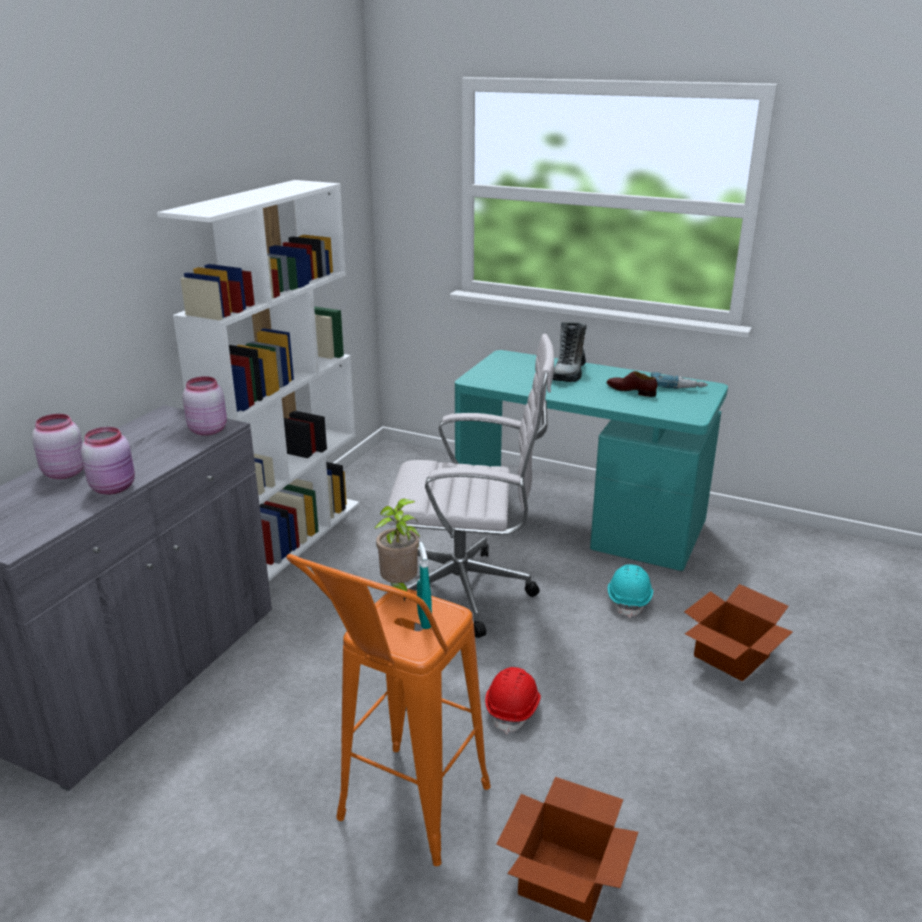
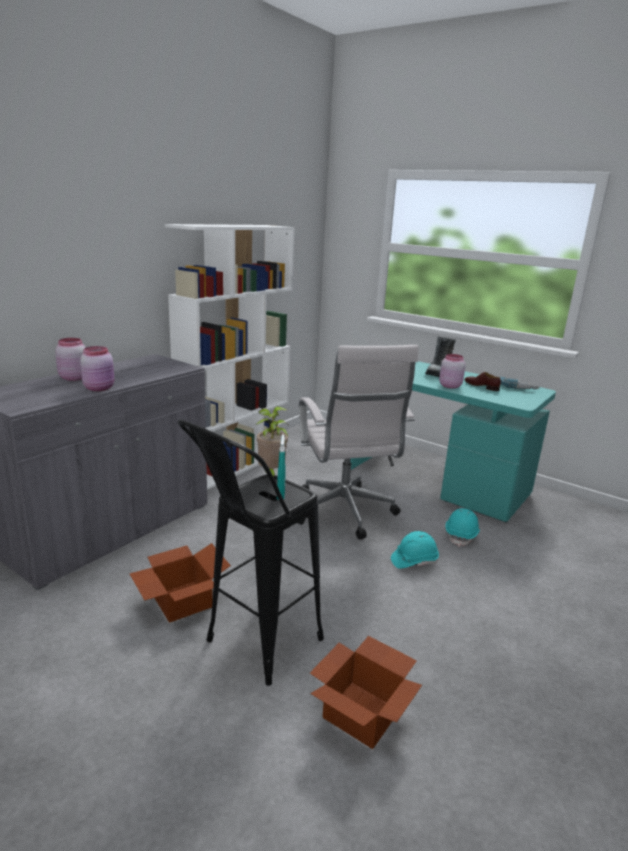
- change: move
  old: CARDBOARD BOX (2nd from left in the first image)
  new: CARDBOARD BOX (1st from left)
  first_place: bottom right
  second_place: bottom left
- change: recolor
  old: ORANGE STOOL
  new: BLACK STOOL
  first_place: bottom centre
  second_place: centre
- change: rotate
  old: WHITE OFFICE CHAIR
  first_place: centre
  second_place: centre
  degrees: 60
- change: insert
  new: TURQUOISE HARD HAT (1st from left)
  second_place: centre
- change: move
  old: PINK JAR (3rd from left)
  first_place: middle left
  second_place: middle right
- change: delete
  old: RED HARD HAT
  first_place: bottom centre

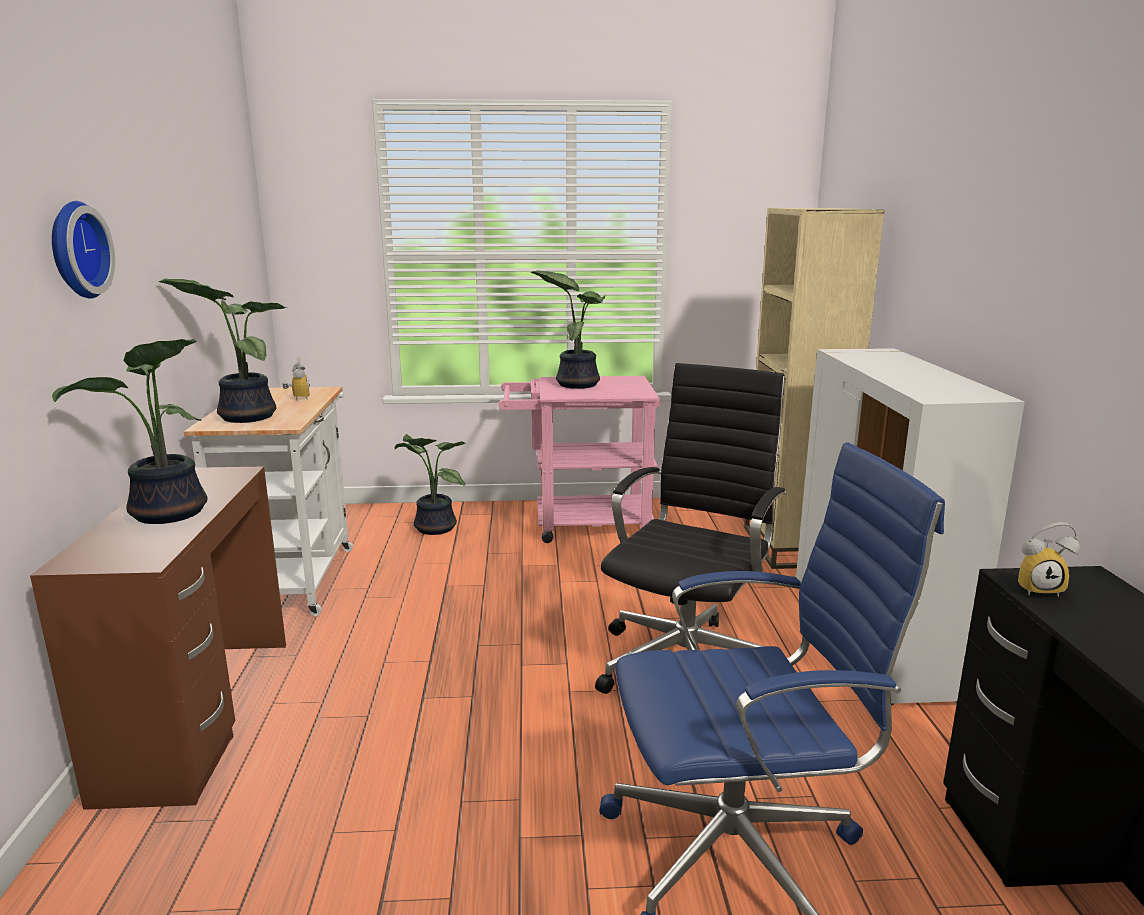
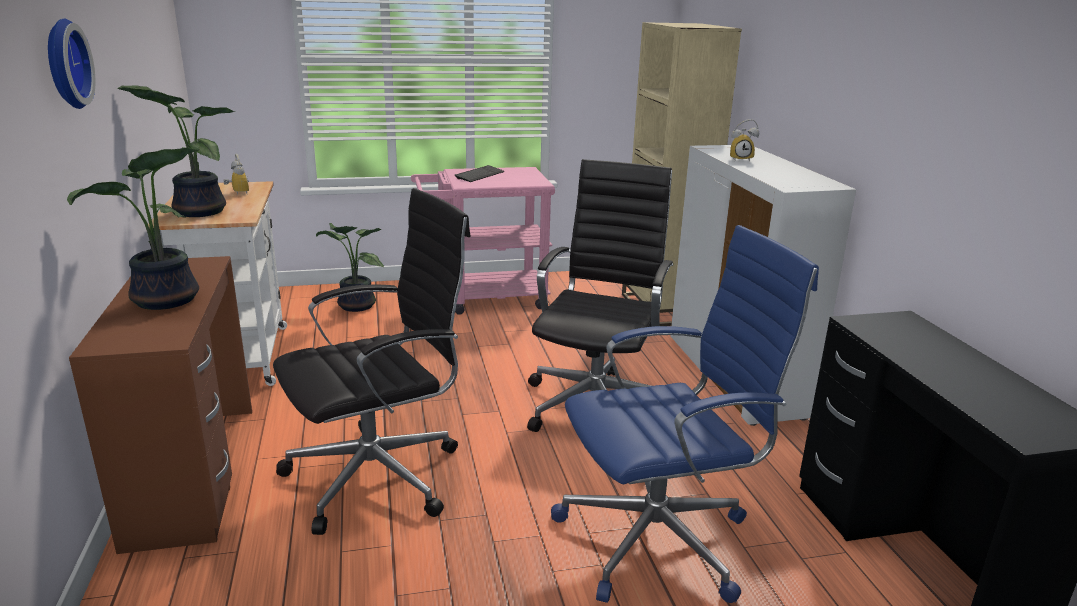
- change: insert
  new: BLACK OFFICE CHAIR (1st from left)
  second_place: centre
- change: replace
  old: POTTED PLANT (4th from left)
  new: KEYBOARD
  first_place: centre
  second_place: top centre
- change: move
  old: ALARM CLOCK (2nd from left)
  first_place: middle right
  second_place: top right

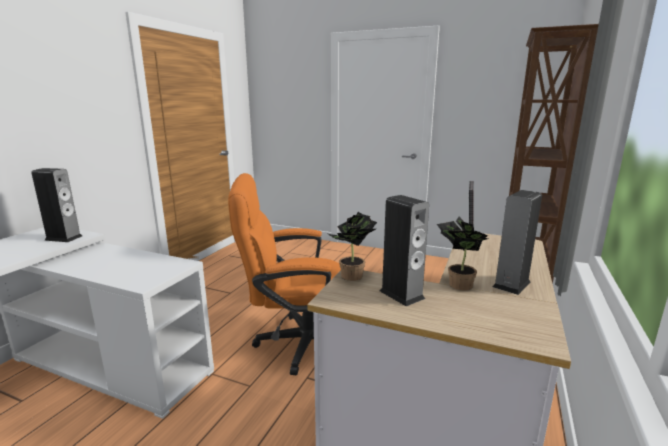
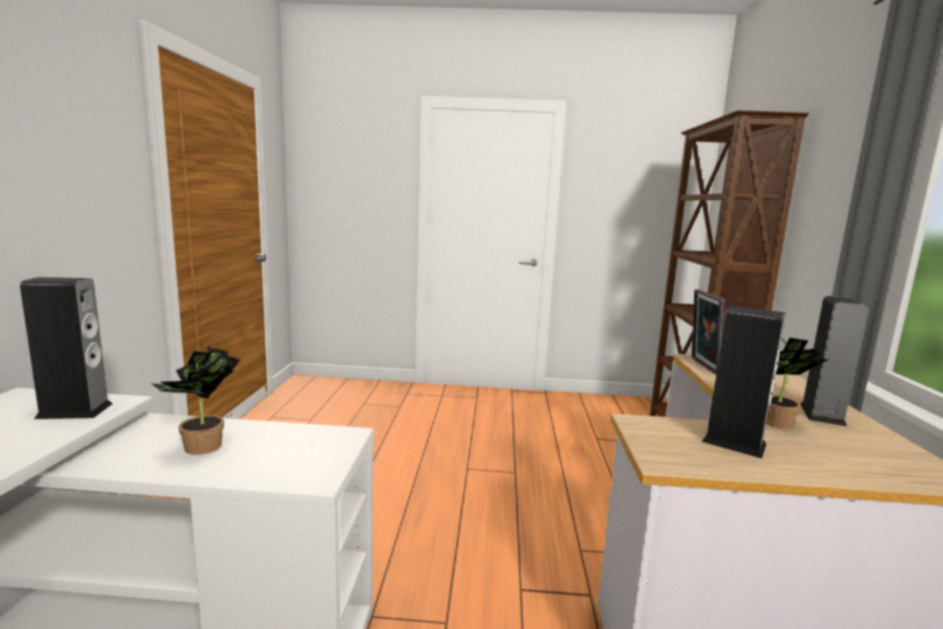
- change: move
  old: POTTED PLANT (1st from left)
  first_place: centre
  second_place: middle left
- change: delete
  old: ORANGE OFFICE CHAIR
  first_place: centre

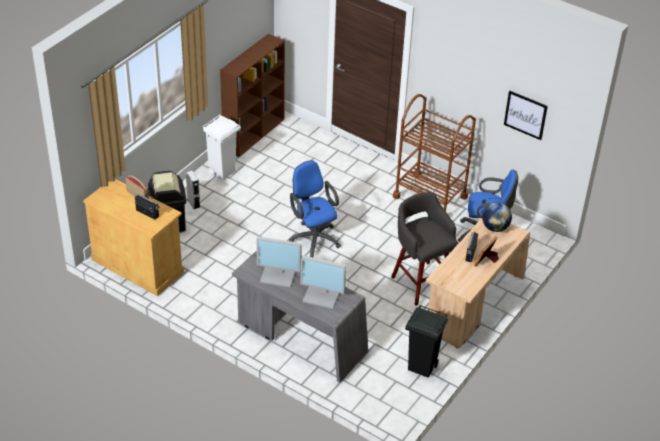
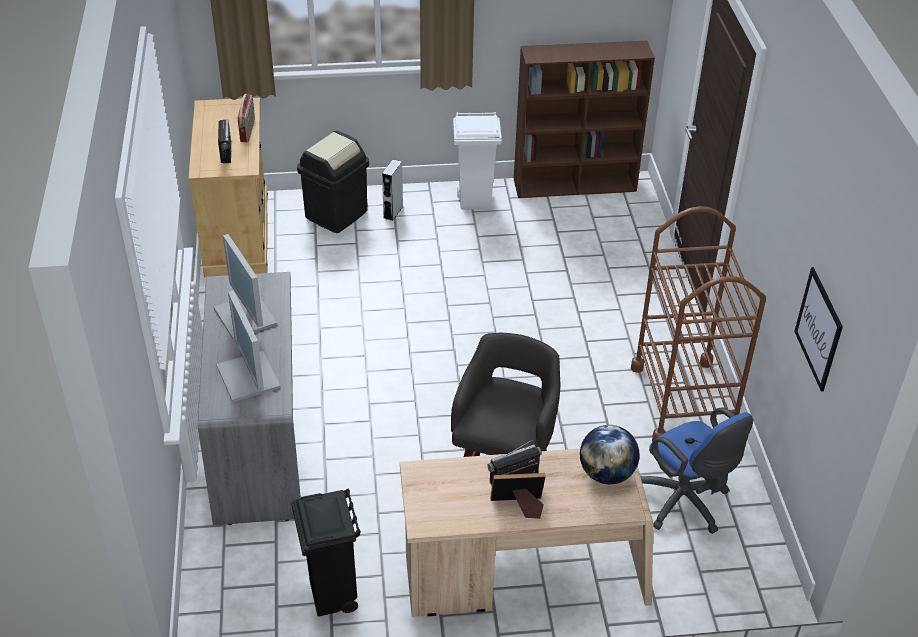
- change: delete
  old: BLUE OFFICE CHAIR (1st from left)
  first_place: centre

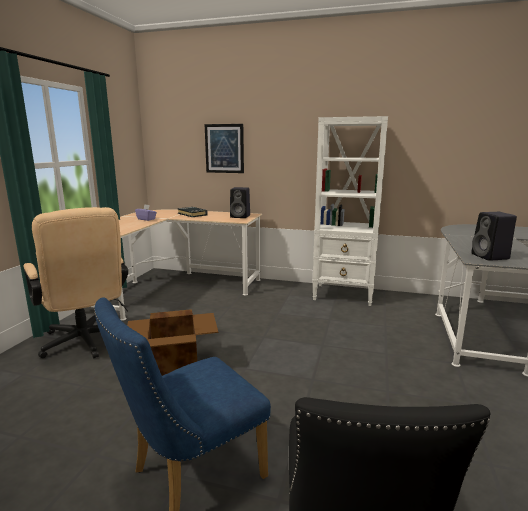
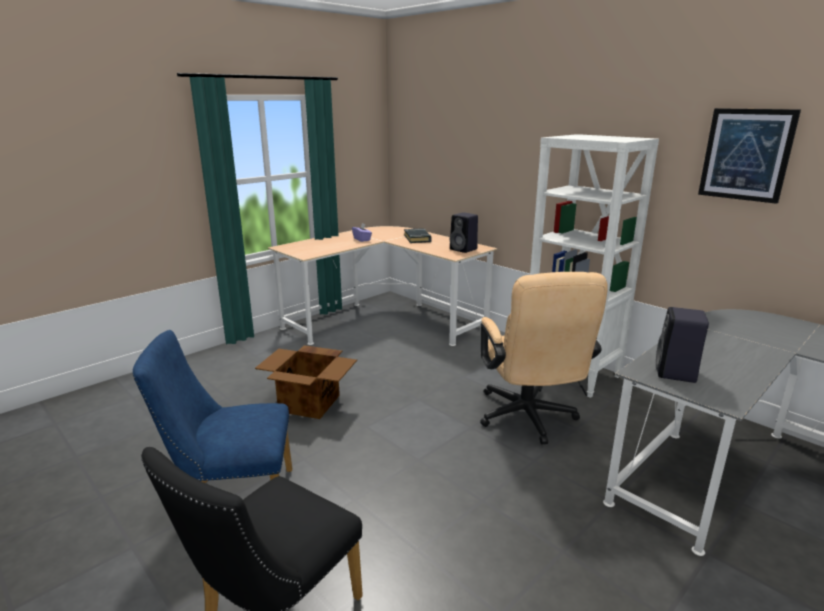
- change: move
  old: BEIGE OFFICE CHAIR
  first_place: middle left
  second_place: centre
- change: move
  old: PICTURE
  first_place: top centre
  second_place: top right

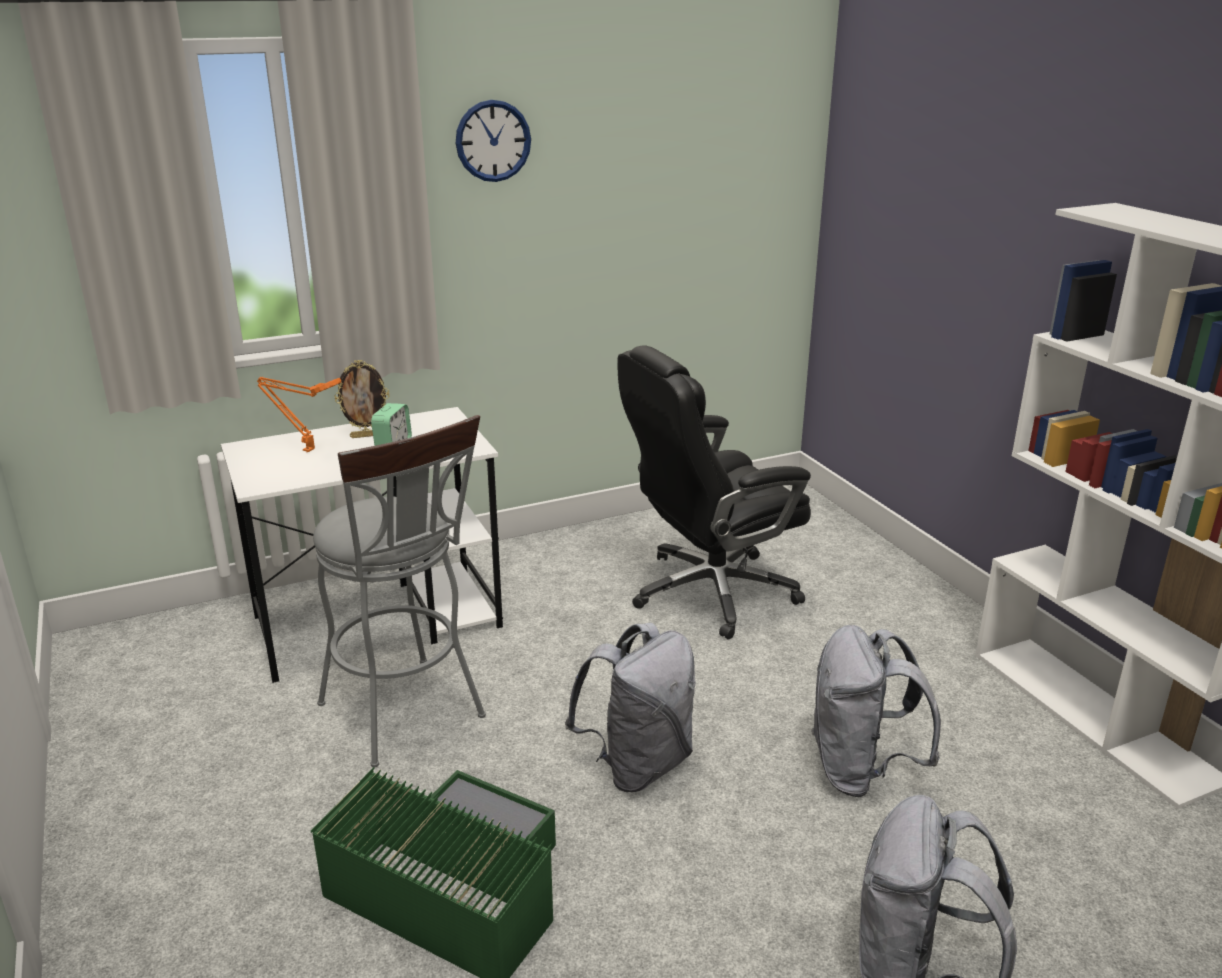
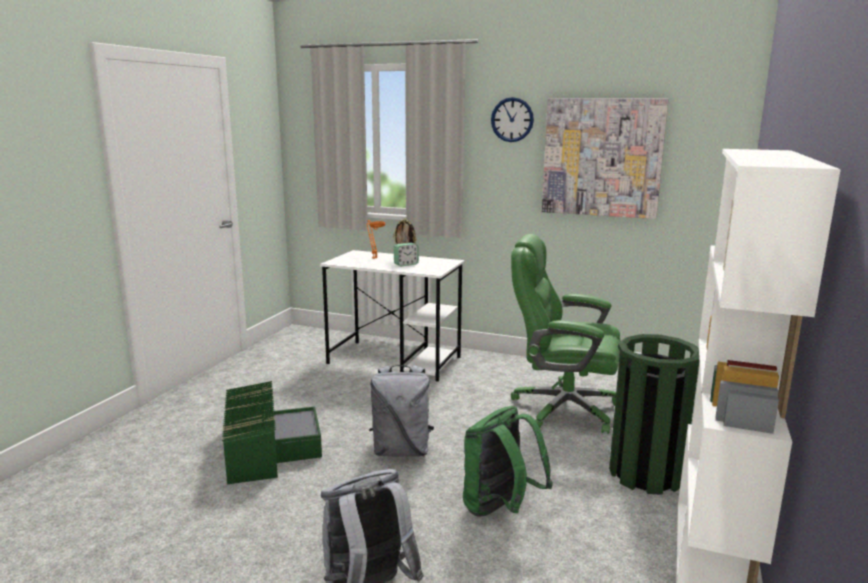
- change: recolor
  old: GREY BACKPACK (2nd from left)
  new: GREEN BACKPACK
  first_place: bottom right
  second_place: bottom centre
- change: recolor
  old: BLACK OFFICE CHAIR
  new: GREEN OFFICE CHAIR
  first_place: centre
  second_place: centre
- change: insert
  new: PICTURE
  second_place: top right
- change: insert
  new: GREEN TRASH CAN
  second_place: bottom right
- change: delete
  old: GREY STOOL
  first_place: middle left

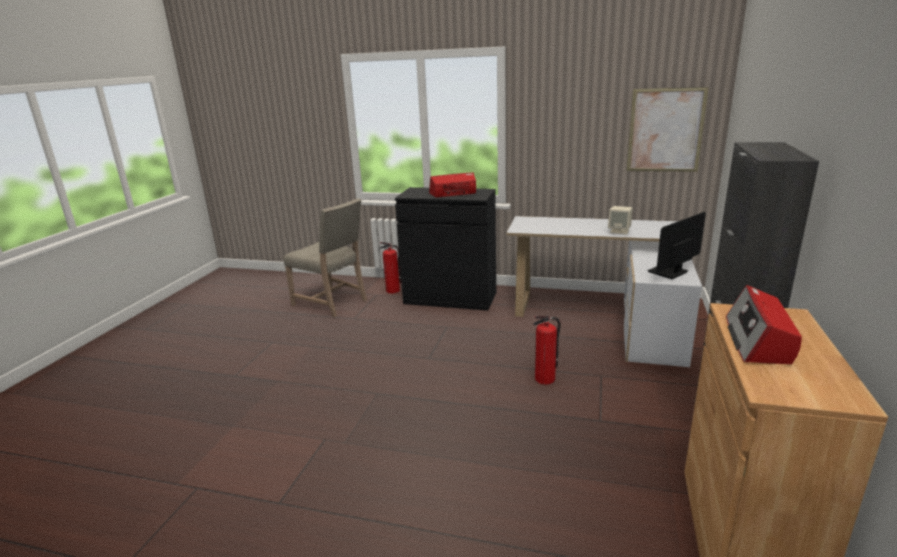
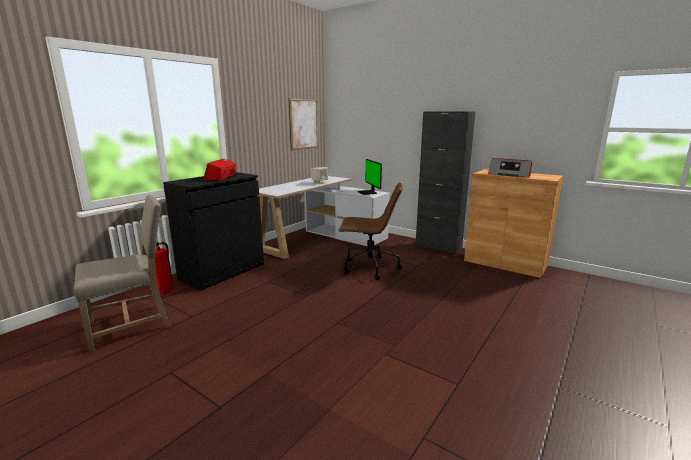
- change: replace
  old: FIRE EXTINGUISHER (2nd from left)
  new: BROWN OFFICE CHAIR
  first_place: centre
  second_place: centre

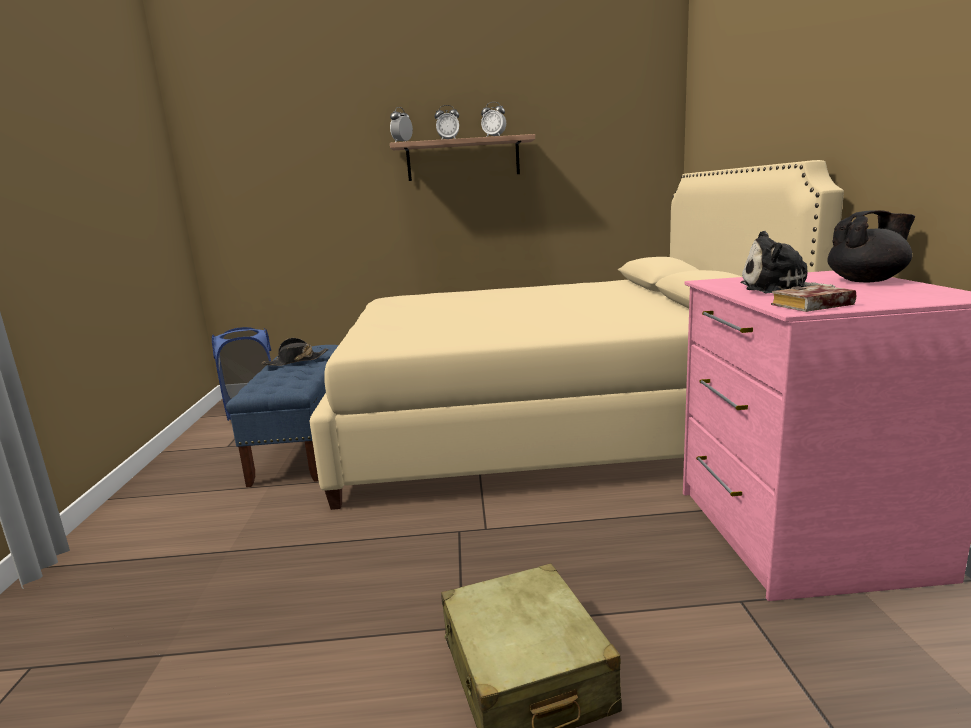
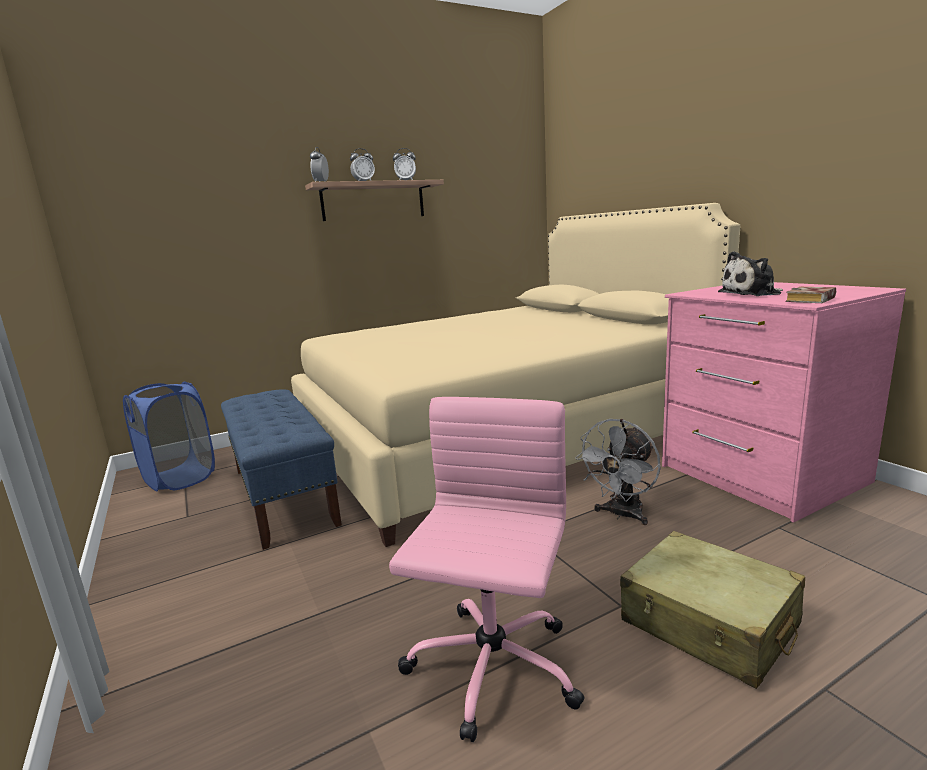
- change: insert
  new: PINK OFFICE CHAIR
  second_place: bottom centre
- change: insert
  new: GREY FAN
  second_place: middle right
- change: delete
  old: BLACK HAT
  first_place: middle left
- change: delete
  old: BLACK TEAPOT
  first_place: middle right

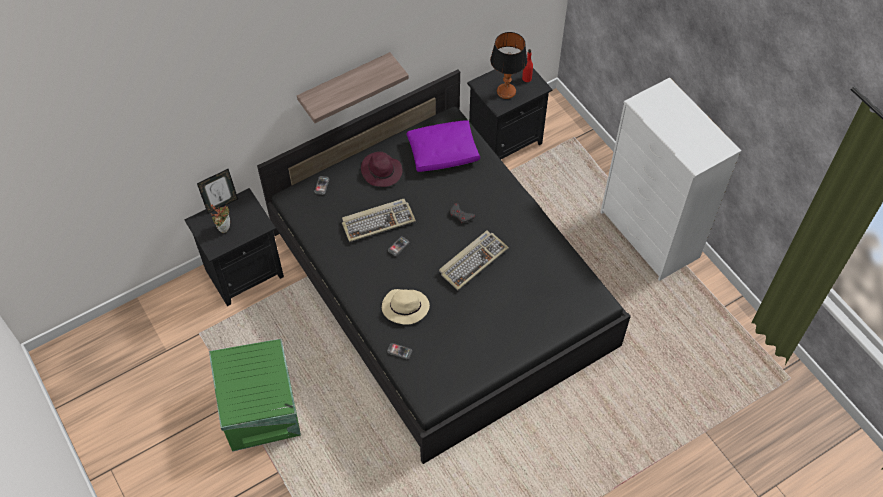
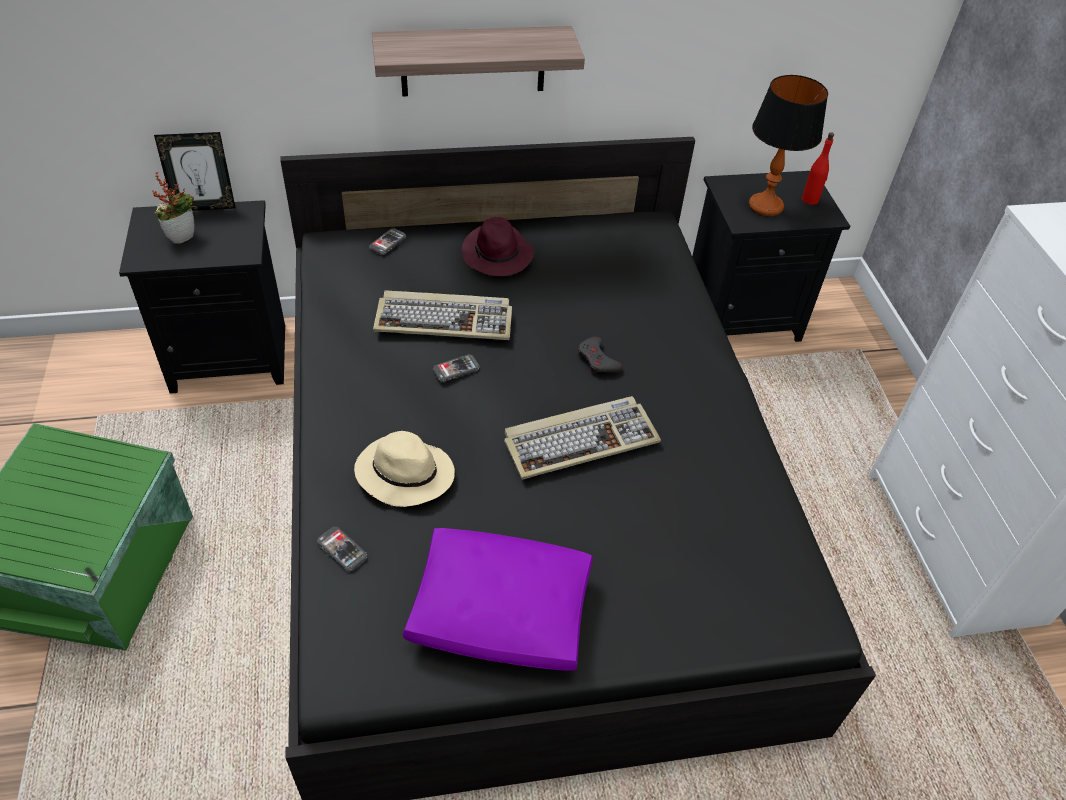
- change: move
  old: PURPLE PILLOW
  first_place: top centre
  second_place: bottom centre

